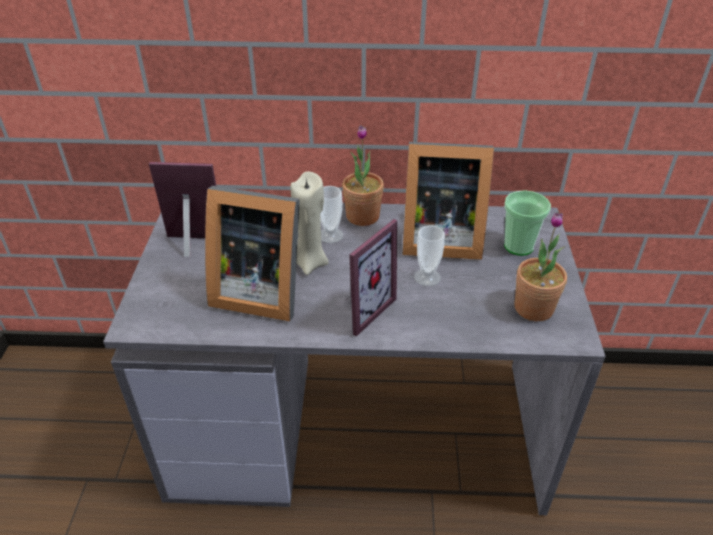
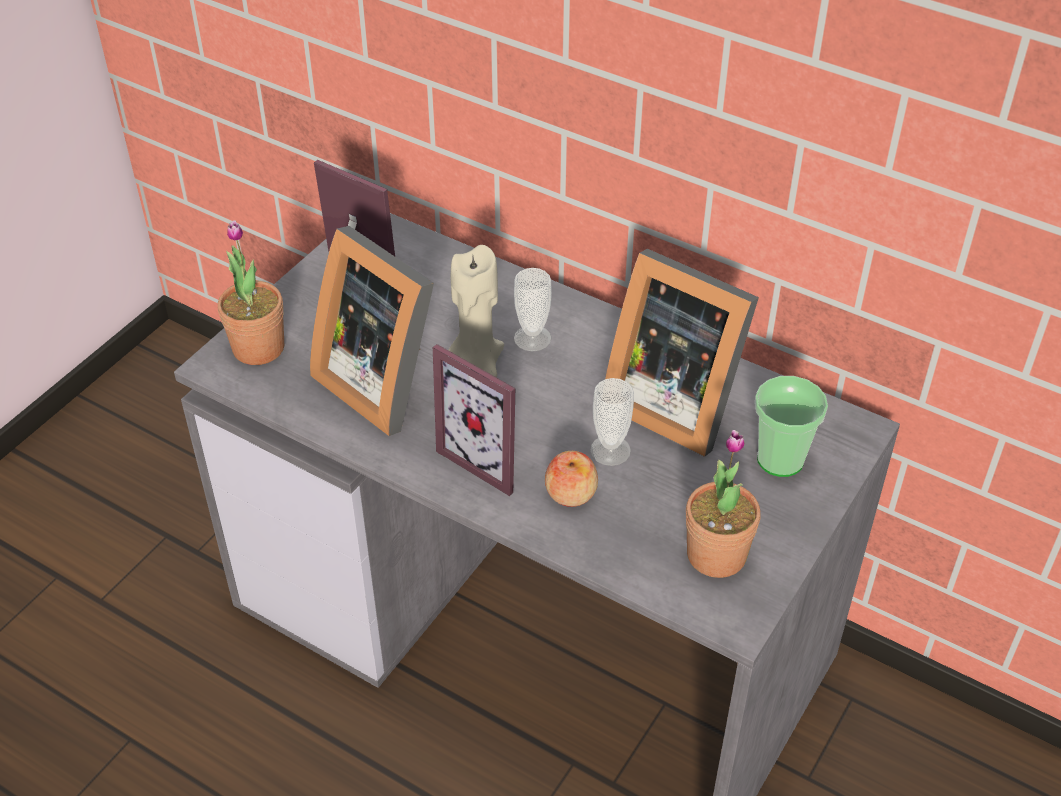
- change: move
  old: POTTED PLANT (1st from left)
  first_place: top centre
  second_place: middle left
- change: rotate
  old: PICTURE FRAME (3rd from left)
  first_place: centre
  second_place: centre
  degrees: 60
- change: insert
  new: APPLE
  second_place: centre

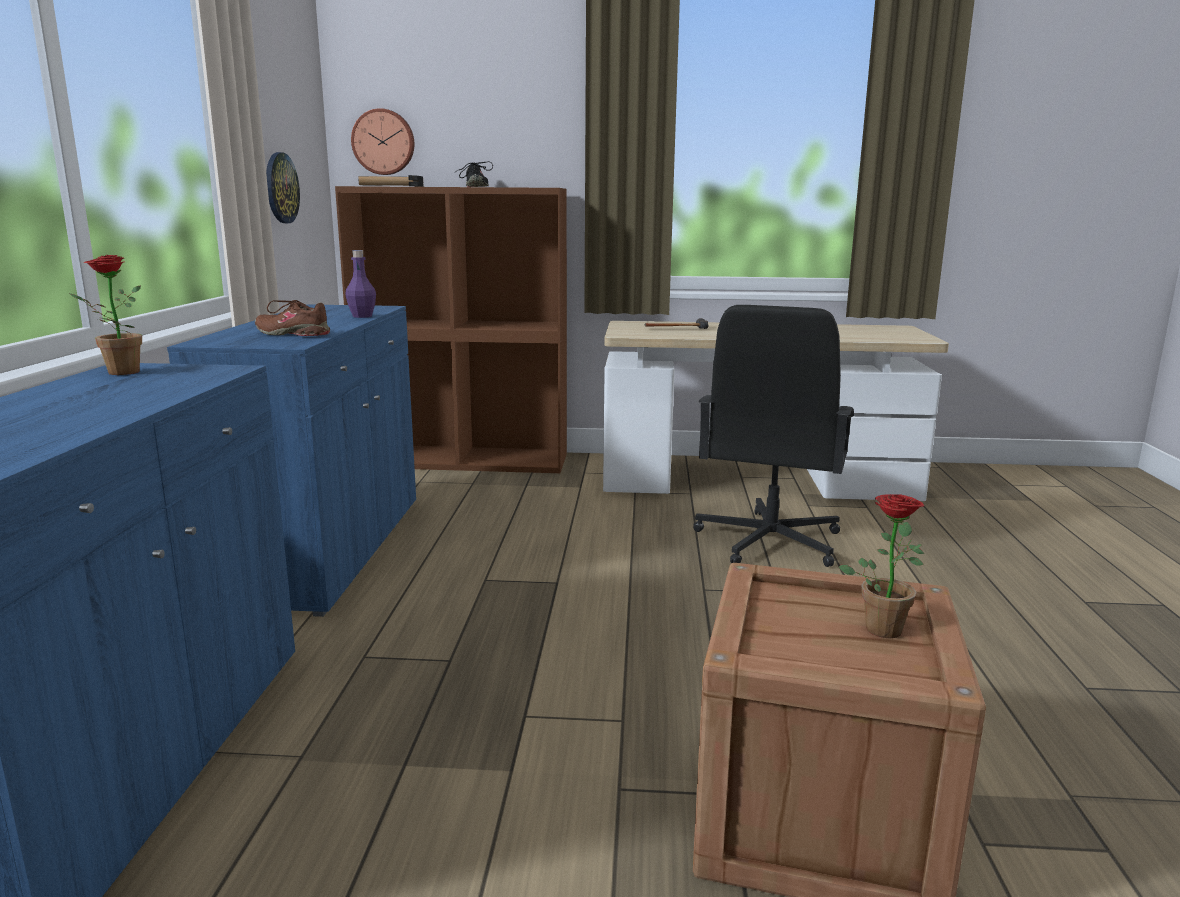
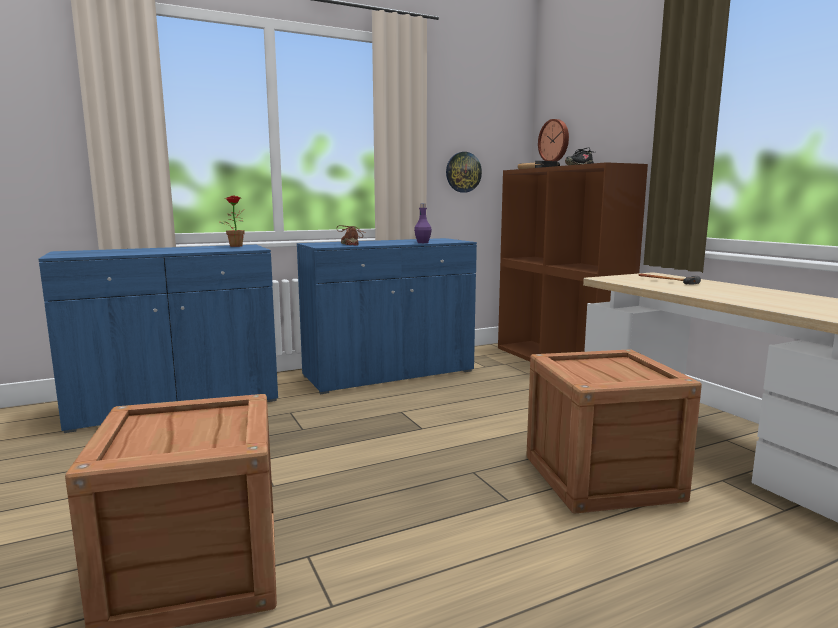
- change: replace
  old: BLACK OFFICE CHAIR
  new: CRATE (2nd from left)
  first_place: centre
  second_place: bottom right
- change: delete
  old: POTTED PLANT (2nd from left)
  first_place: middle right

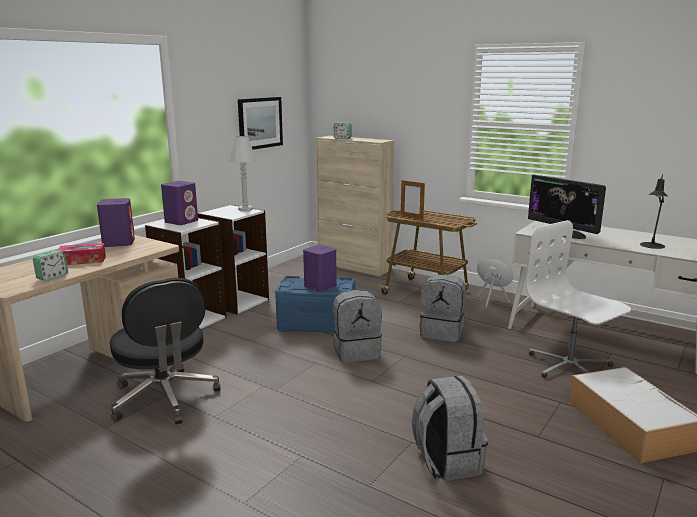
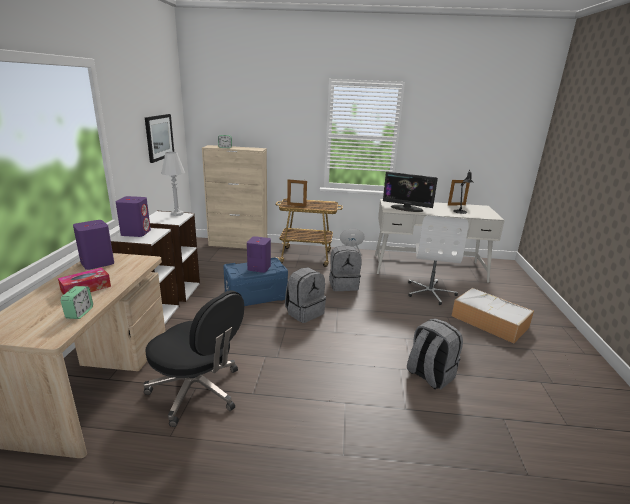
- change: rotate
  old: WHITE OFFICE CHAIR
  first_place: middle right
  second_place: middle right
  degrees: -105
- change: insert
  new: PICTURE FRAME (2nd from left)
  second_place: middle right

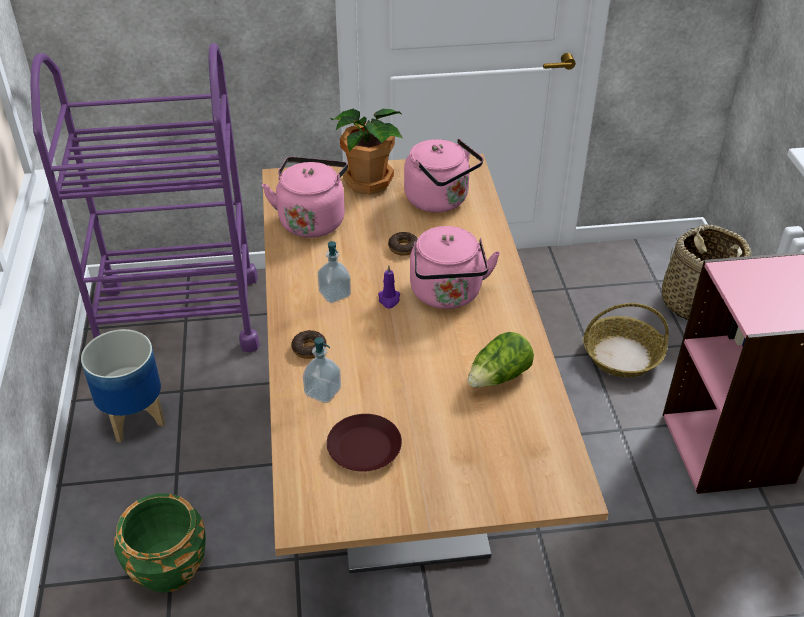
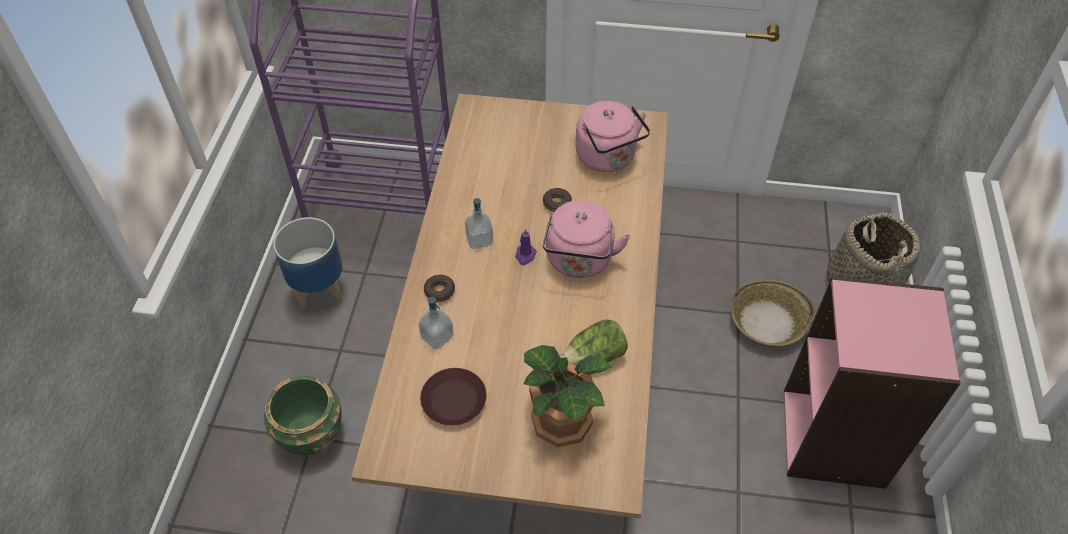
- change: move
  old: POTTED PLANT
  first_place: top centre
  second_place: bottom centre
- change: delete
  old: PINK KETTLE (1st from left)
  first_place: top centre

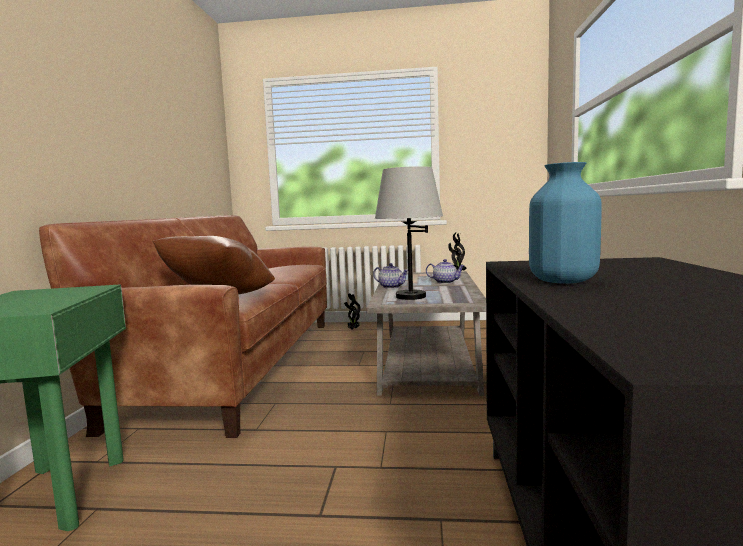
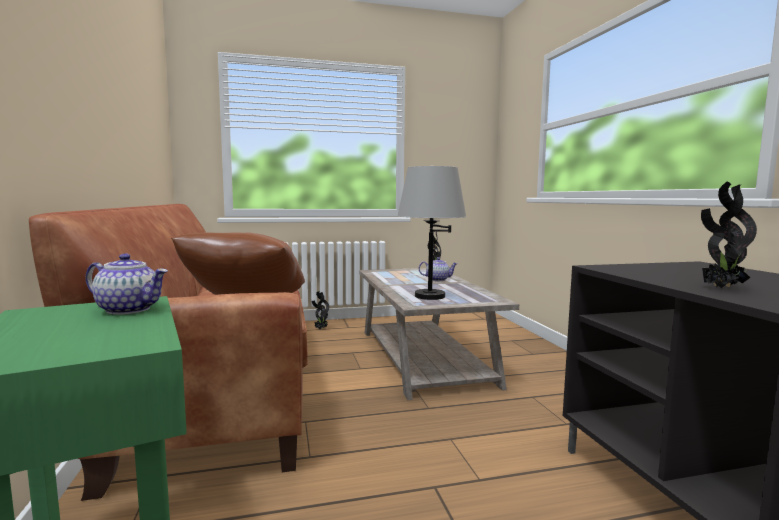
- change: move
  old: TEAPOT (1st from left)
  first_place: centre
  second_place: middle left
- change: replace
  old: BLUE VASE
  new: POTTED PLANT (3rd from left)
  first_place: middle right
  second_place: middle right

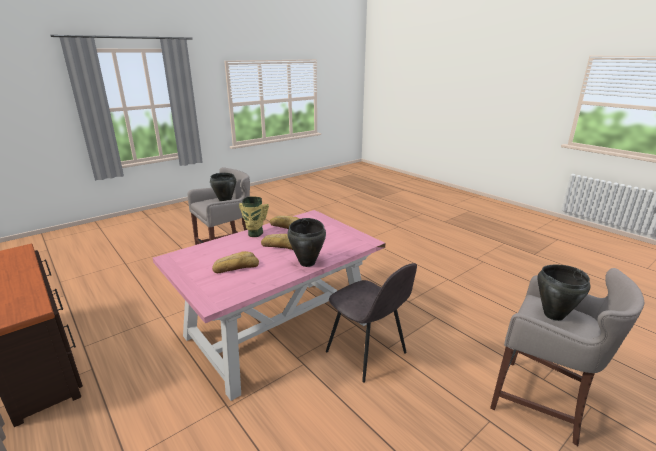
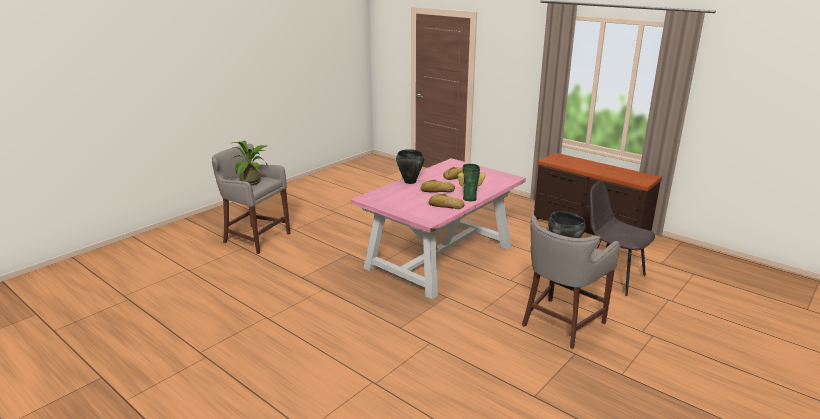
- change: replace
  old: BLACK COOKING POT (3rd from left)
  new: POTTED PLANT
  first_place: middle right
  second_place: middle left
- change: move
  old: GREY CHAIR
  first_place: bottom centre
  second_place: middle right

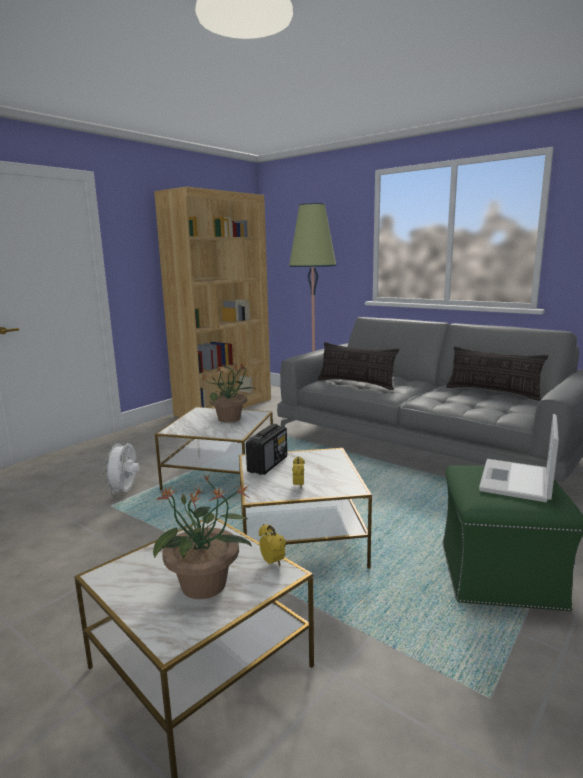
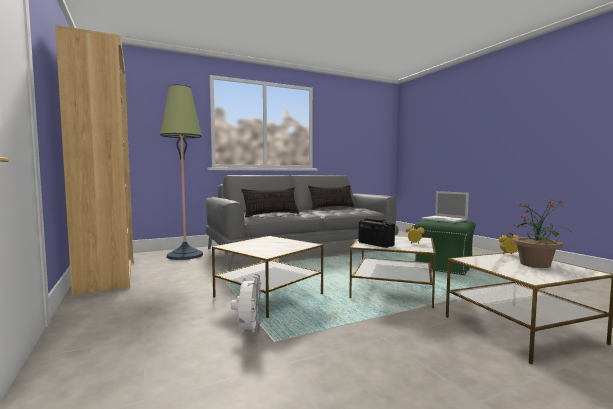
- change: rotate
  old: WHITE FAN
  first_place: middle left
  second_place: bottom centre
  degrees: -120
- change: delete
  old: POTTED PLANT (2nd from left)
  first_place: centre

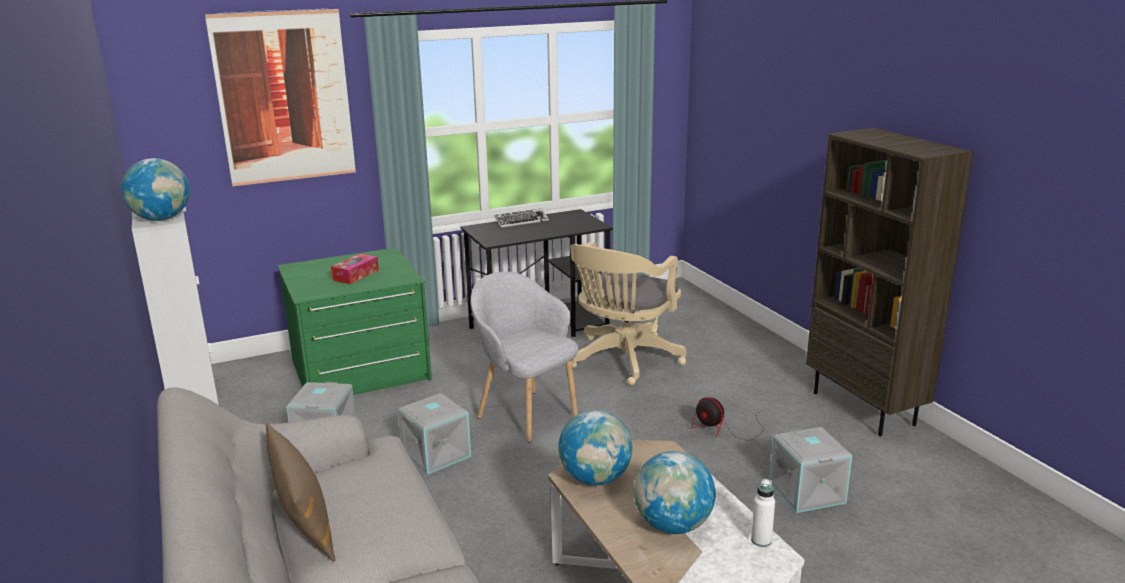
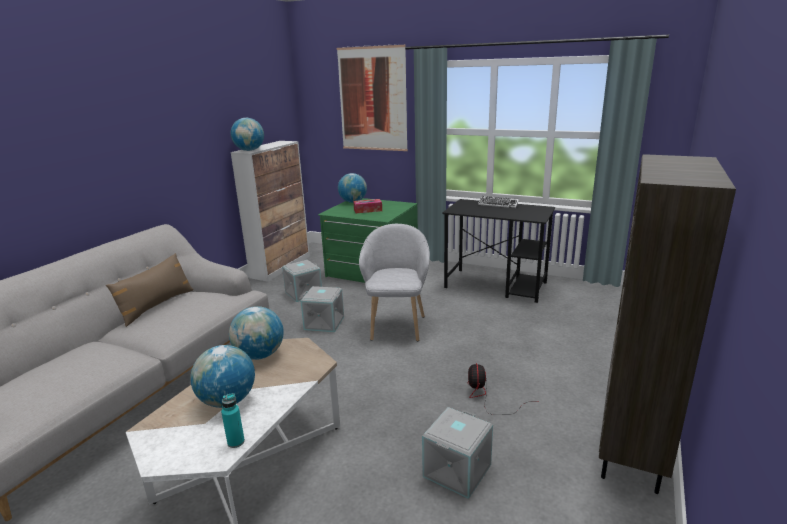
- change: recolor
  old: WHITE BOTTLE
  new: TURQUOISE BOTTLE
  first_place: bottom right
  second_place: bottom left
- change: insert
  new: GLOBE (4th from left)
  second_place: centre
- change: delete
  old: BEIGE OFFICE CHAIR
  first_place: centre

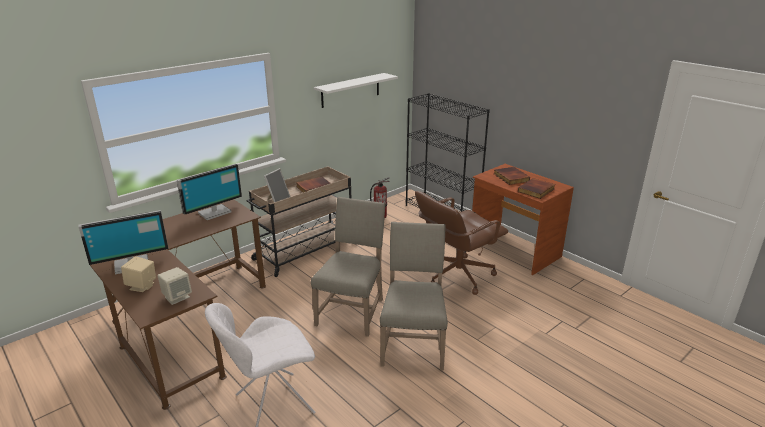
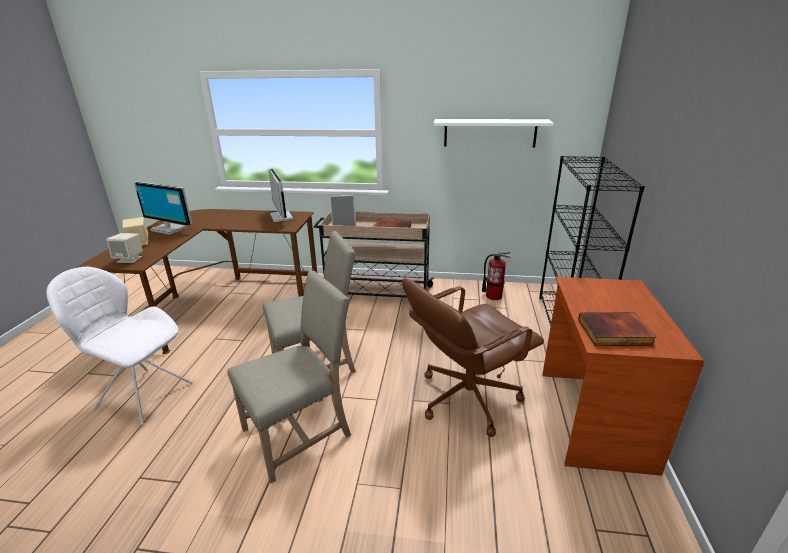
- change: rotate
  old: MONITOR (2nd from left)
  first_place: middle left
  second_place: centre
  degrees: -120
- change: rotate
  old: BROWN OFFICE CHAIR
  first_place: centre
  second_place: centre
  degrees: -45
- change: delete
  old: BOOK (2nd from left)
  first_place: middle right

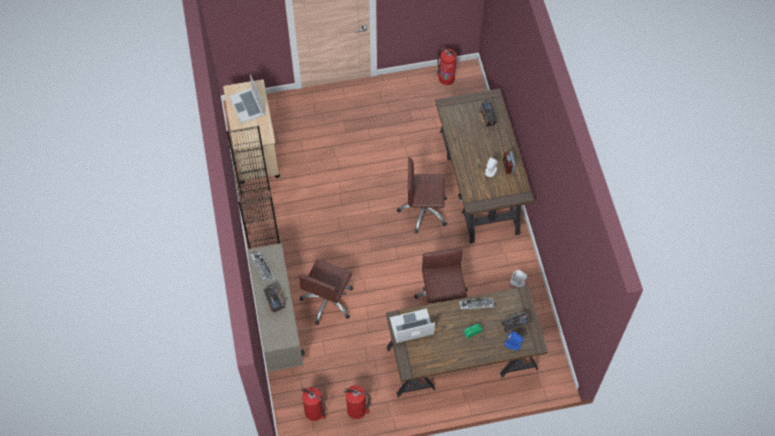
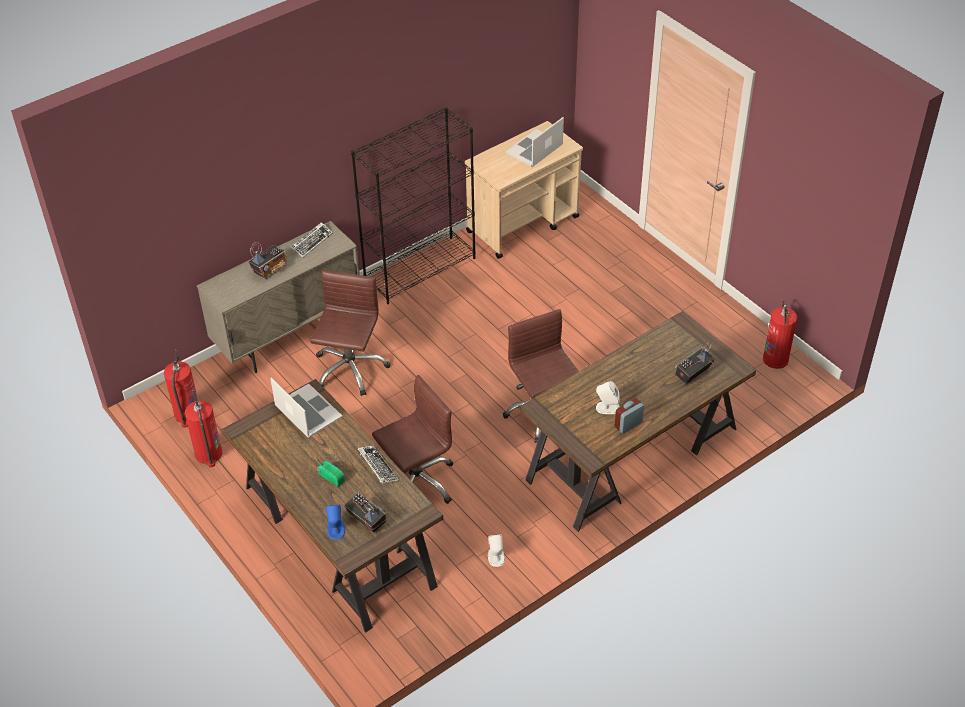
- change: rotate
  old: BROWN OFFICE CHAIR (1st from left)
  first_place: bottom centre
  second_place: centre
  degrees: 105

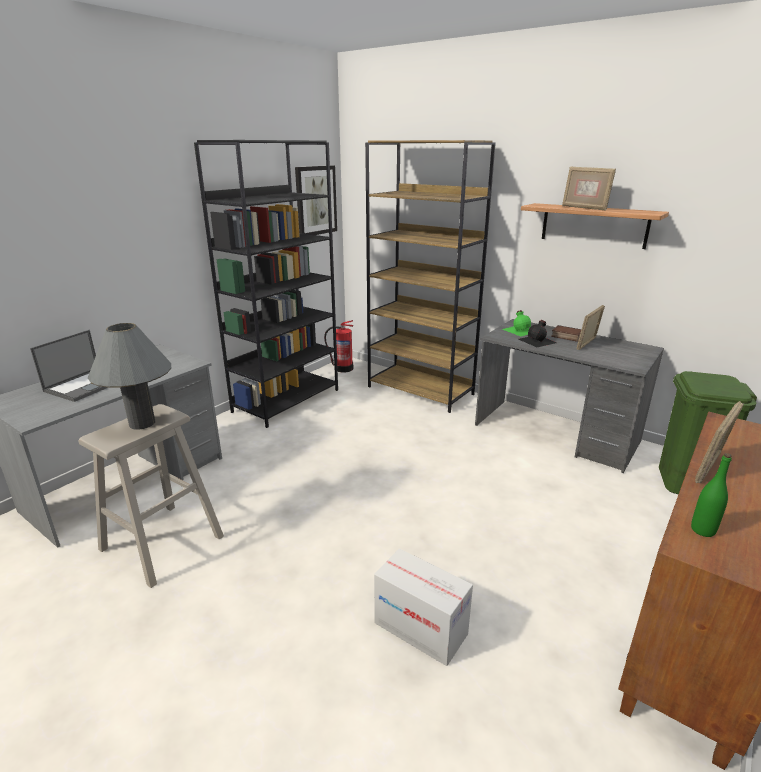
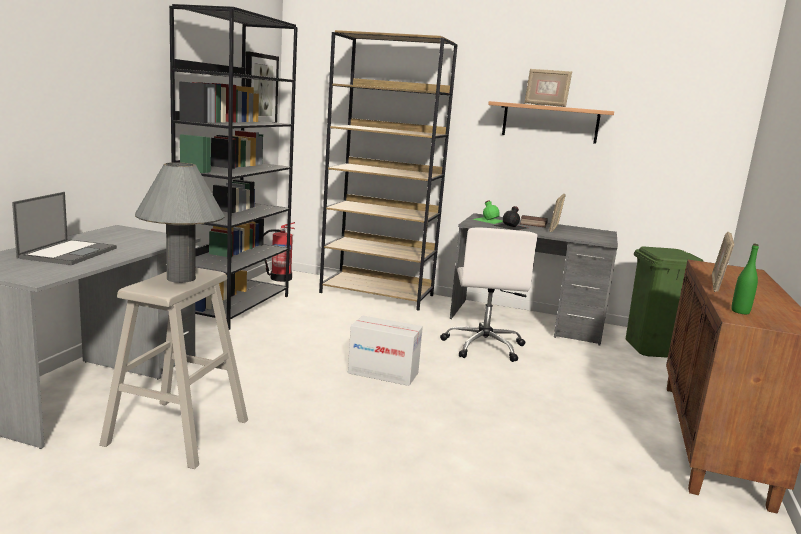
- change: move
  old: CARDBOARD BOX
  first_place: bottom centre
  second_place: centre
- change: insert
  new: WHITE OFFICE CHAIR
  second_place: centre

